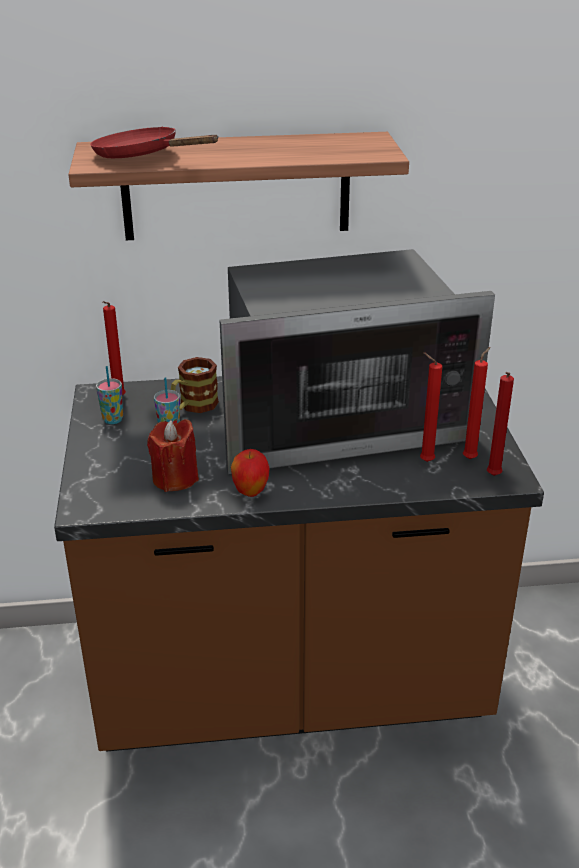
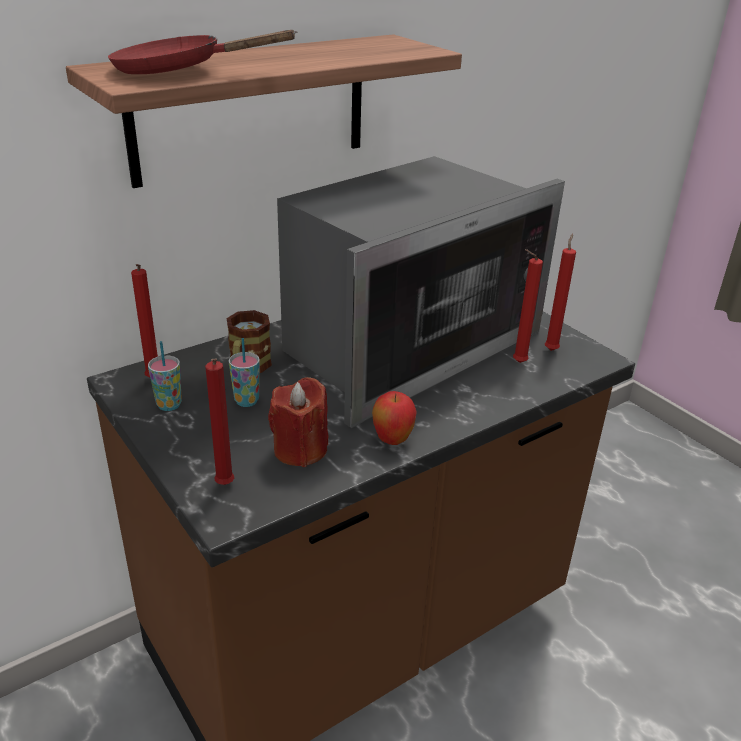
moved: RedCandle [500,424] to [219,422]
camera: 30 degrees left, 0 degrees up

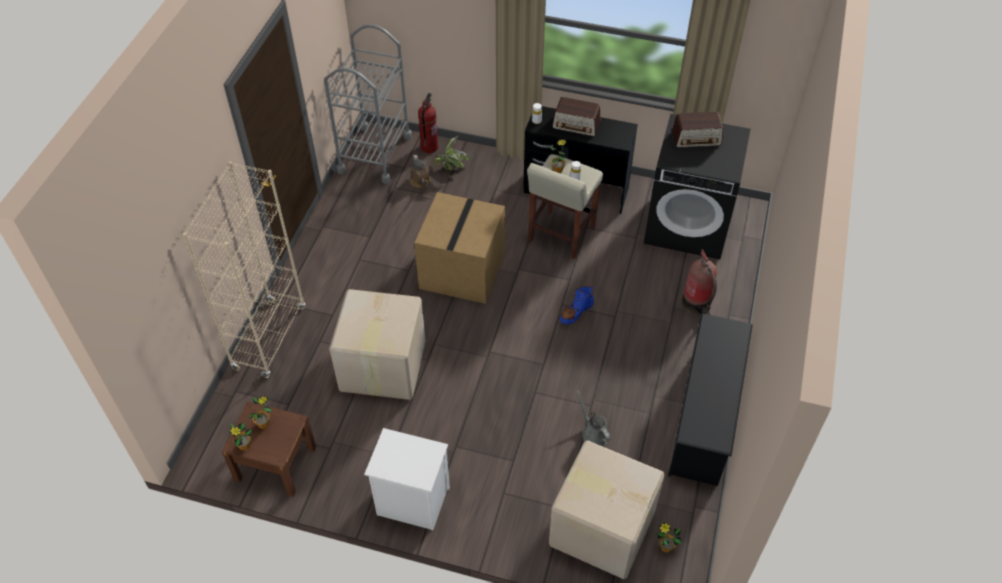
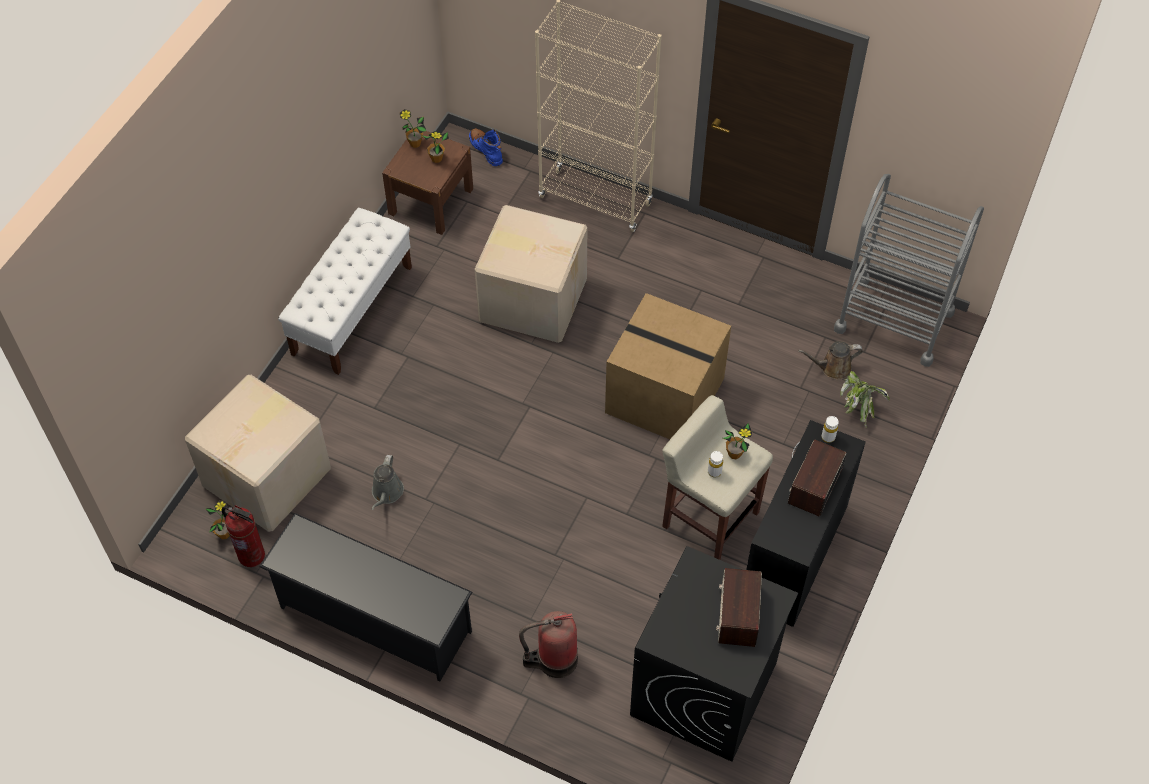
moved: FireExtinguisher [428,123] to [243,536]; BlueBoot [577,304] to [486,147]
replaced: WhiteNightstand [407,479] to WhiteBench [345,291]
turned: GreyWateringCan [593,418] = [387,482] 120 degrees clockwise
camera: 100 degrees right, 5 degrees up

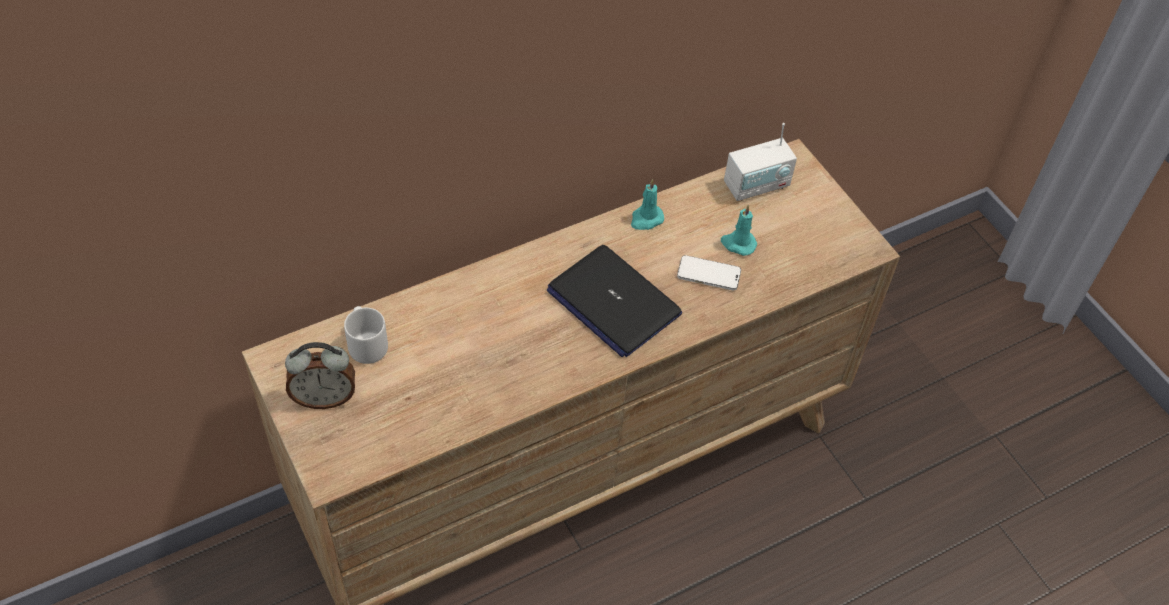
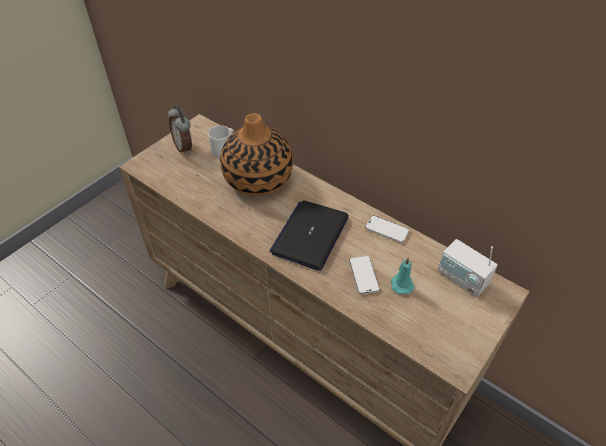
added: Vase [256,154]
replaced: TurquoiseCandle [647,204] to Phone [387,229]
camera: 70 degrees right, 5 degrees down

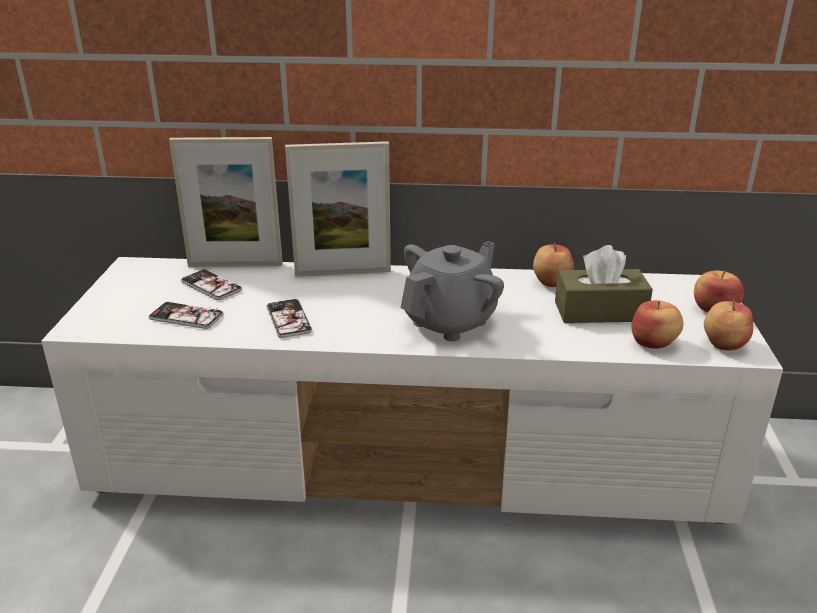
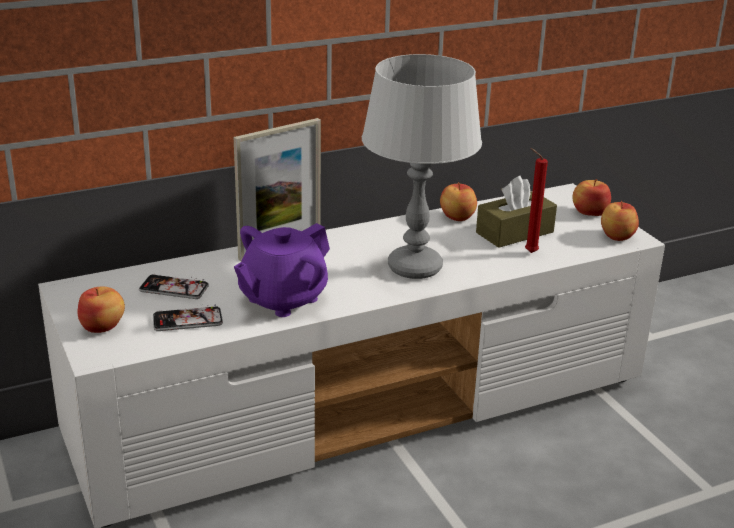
removed: PictureFrame [226,202]
added: RedCandle [536,200]
moved: Apple [658,324] to [101,310]
replaced: Phone [289,318] to PurpleTeapot [282,270]; GreyTeapot [452,291] to GreyTableLamp [422,166]
camera: 30 degrees left, 0 degrees up

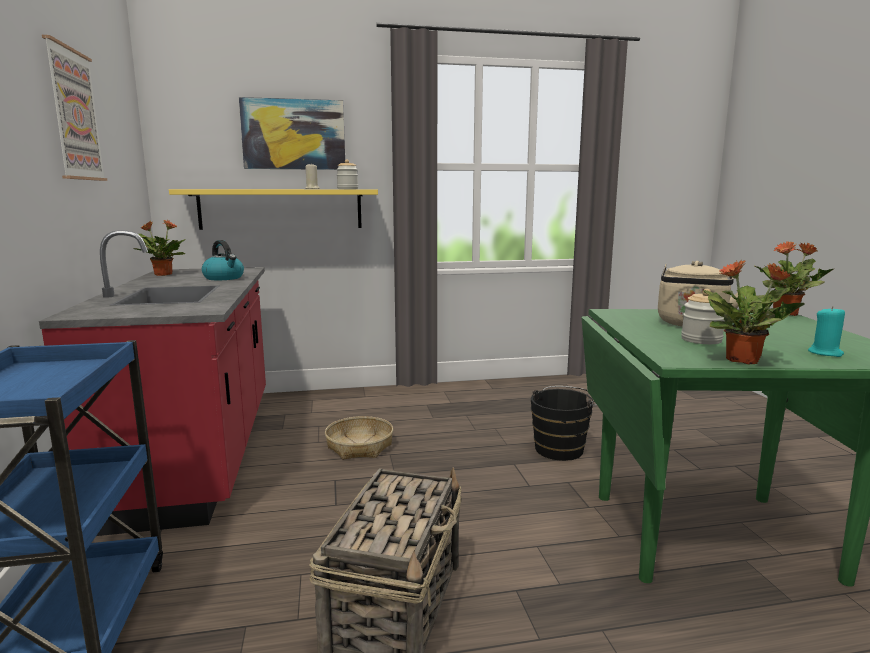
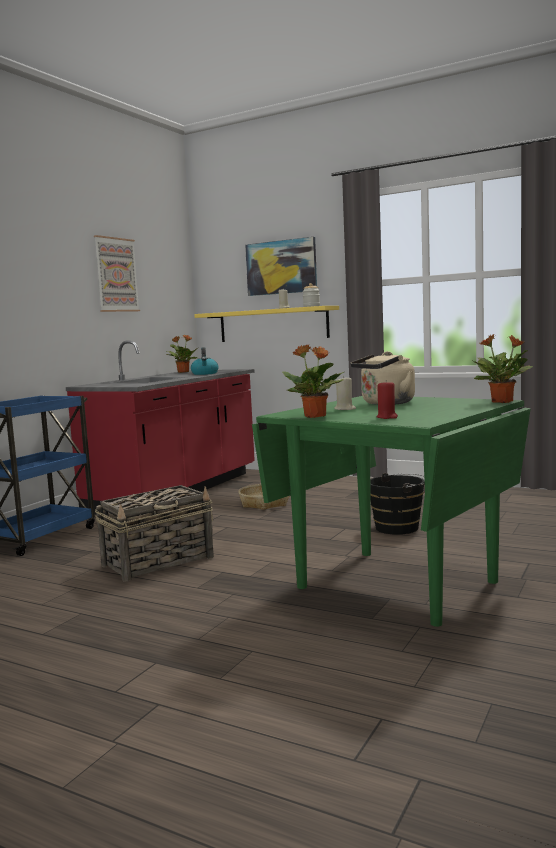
replaced: Jar [702,316] to BeigeCandle [345,393]
recoloured: TurquoiseCandle [826,331] to RedCandle [387,399]
camera: 40 degrees right, 5 degrees down

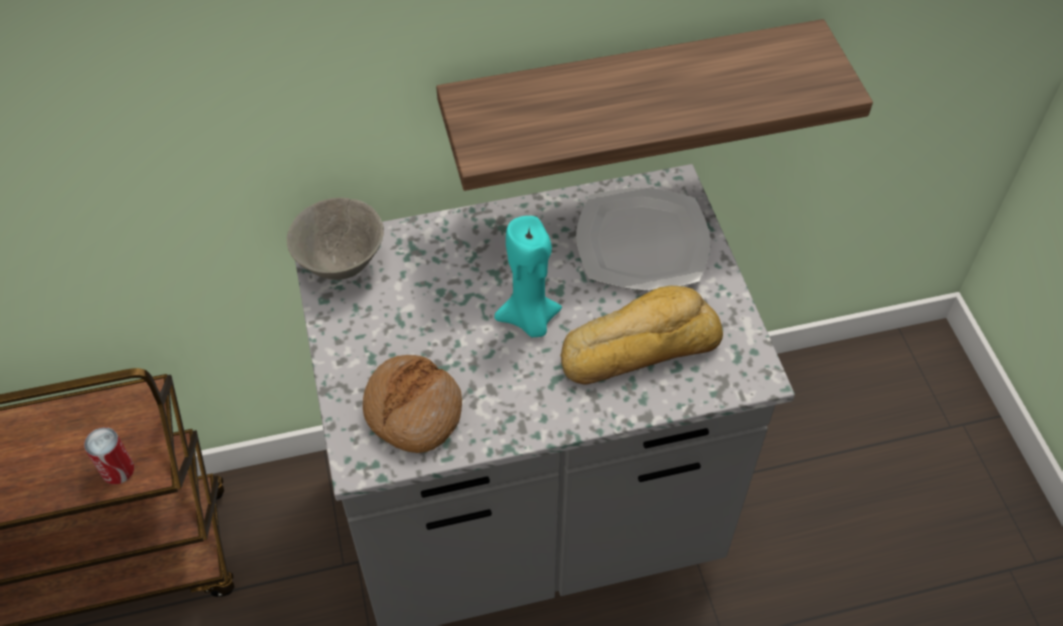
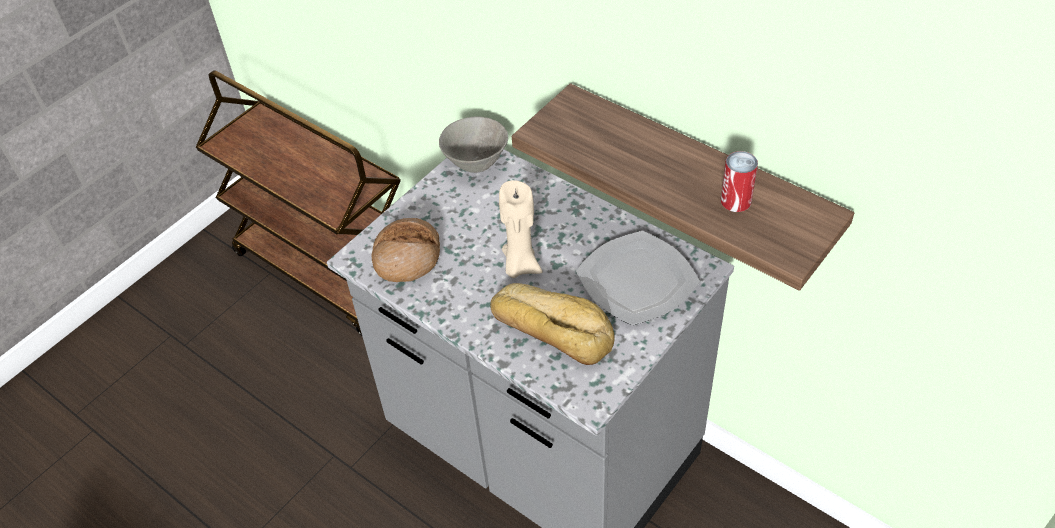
moved: Can [109,456] to [739,181]
recoloured: TurquoiseCandle [528,276] to BeigeCandle [520,229]
camera: 55 degrees right, 5 degrees down

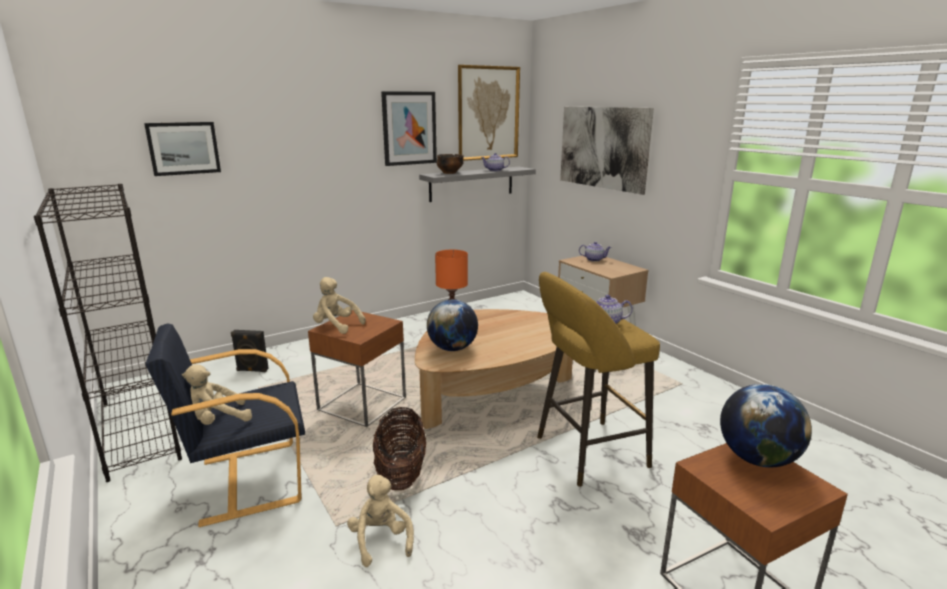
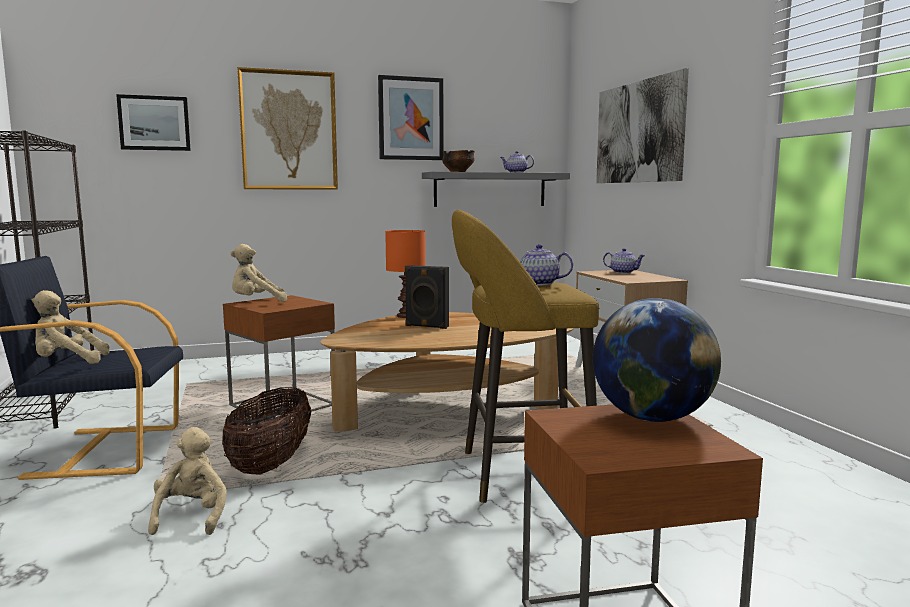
removed: Globe [452,325]
moved: BlackSpeaker [250,351] to [427,297]; Picture [489,113] to [287,128]
turned: BeigePlushToy [339,305] = [258,273] 60 degrees counterclockwise
camera: 15 degrees right, 10 degrees down

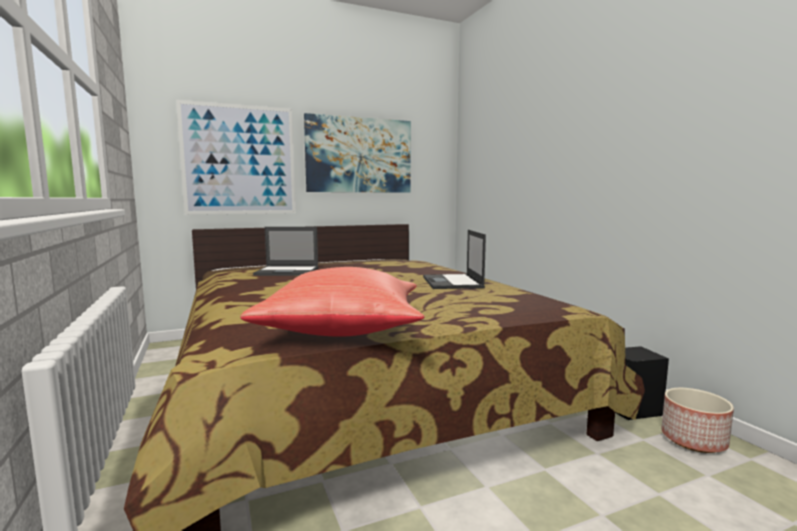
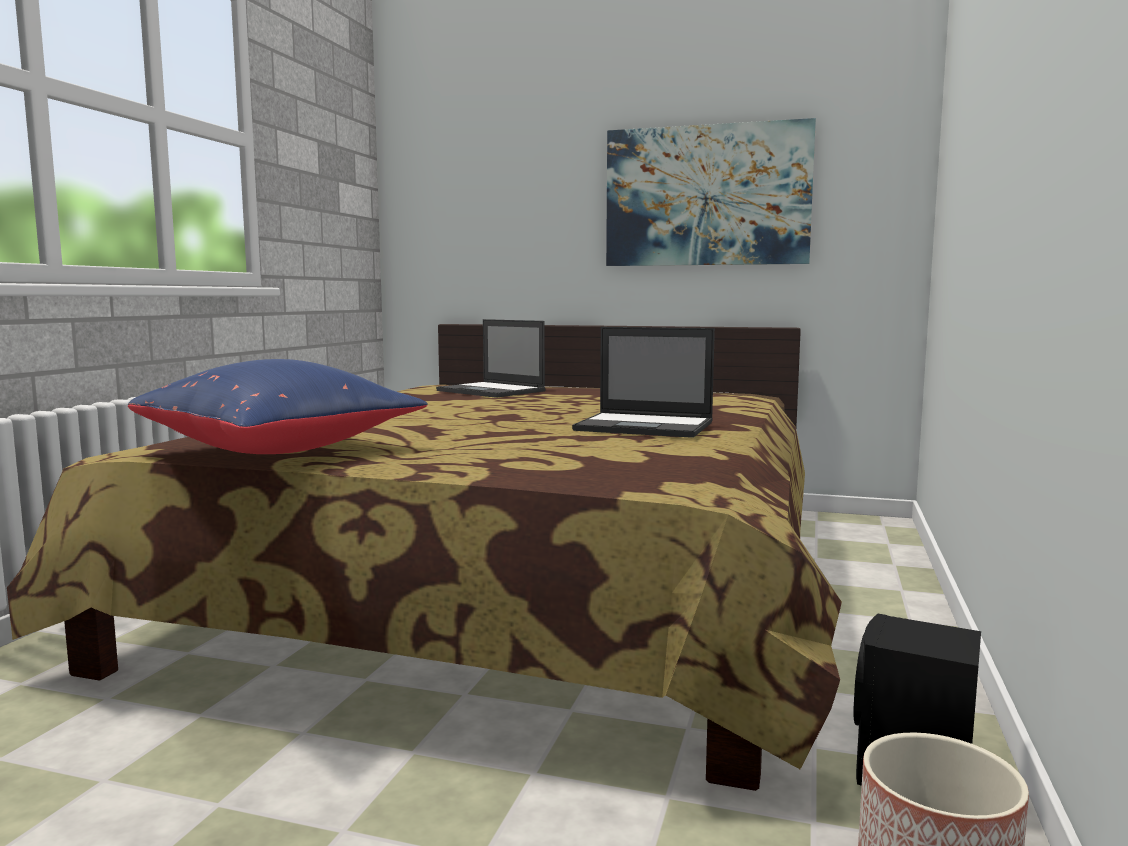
removed: Picture [236,157]
recoloured: RedPillow [332,302] to BluePillow [278,406]
turned: Laptop [454,259] = [643,382] 105 degrees counterclockwise
camera: 40 degrees right, 0 degrees up

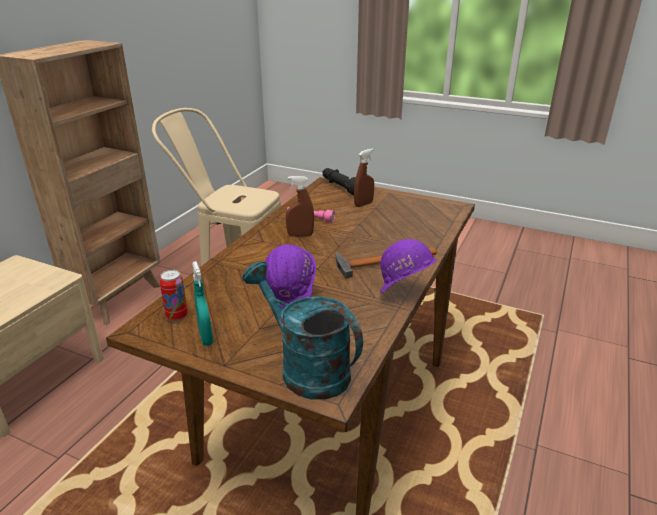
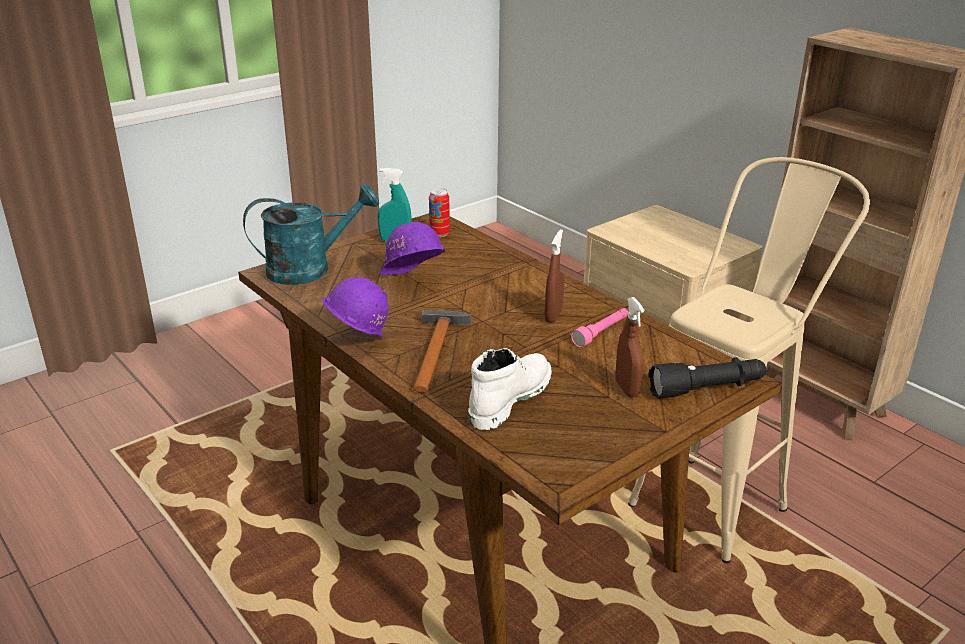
added: WhiteBoot [510,389]
camera: 115 degrees right, 0 degrees up

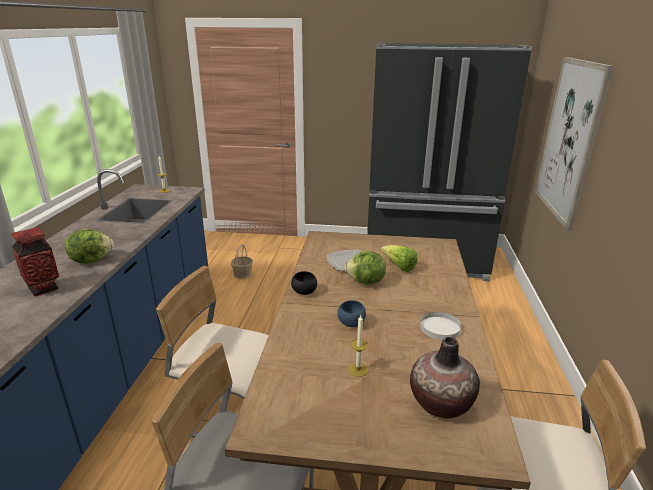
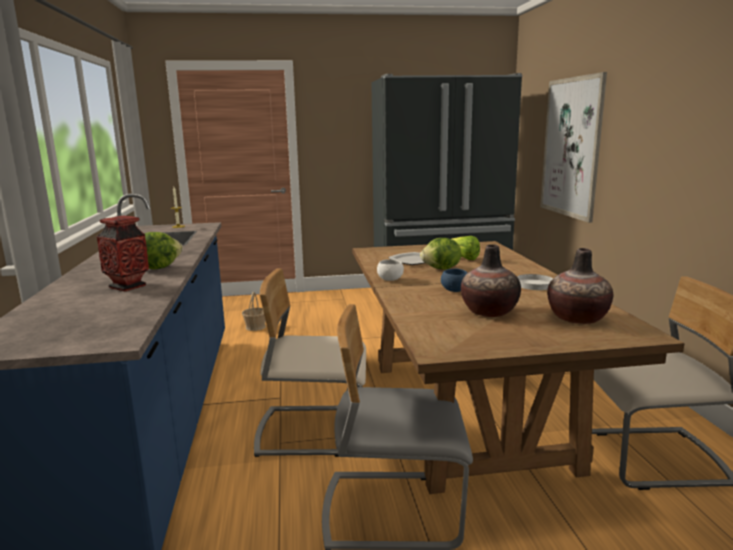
replaced: Candle [358,346] to Vase [491,280]
recoloured: BlackBowl [304,283] to WhiteBowl [390,270]
camera: 15 degrees left, 10 degrees down

